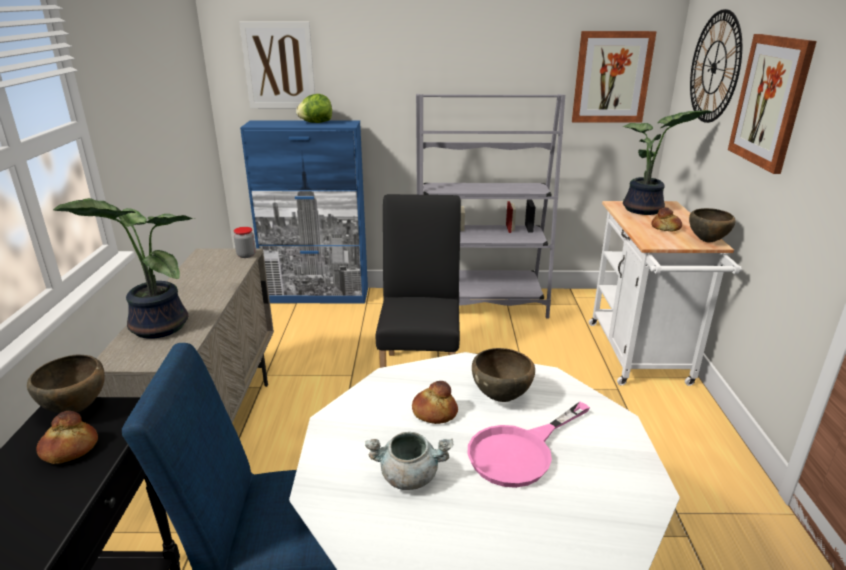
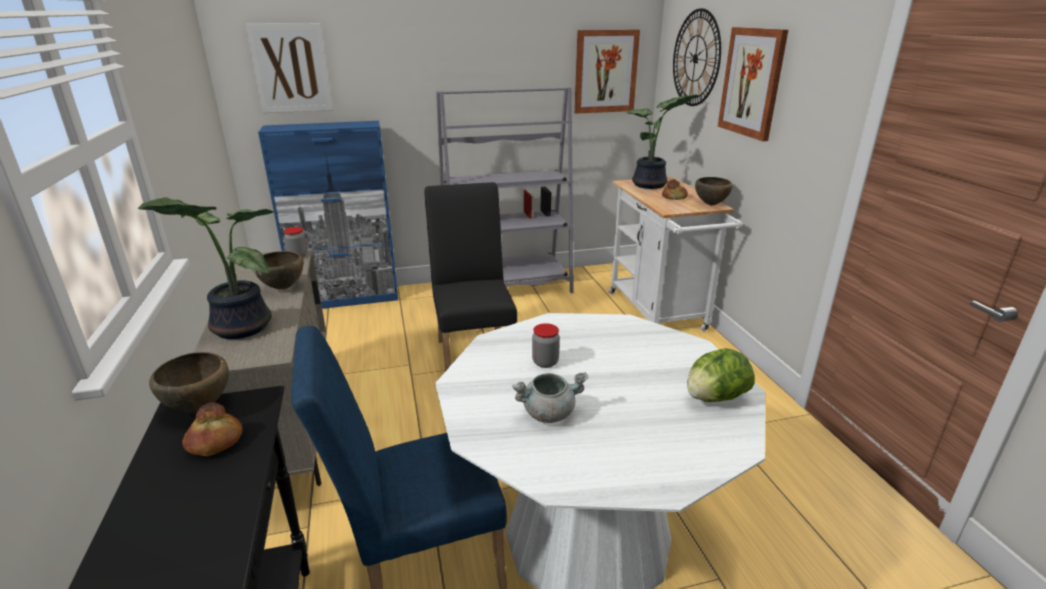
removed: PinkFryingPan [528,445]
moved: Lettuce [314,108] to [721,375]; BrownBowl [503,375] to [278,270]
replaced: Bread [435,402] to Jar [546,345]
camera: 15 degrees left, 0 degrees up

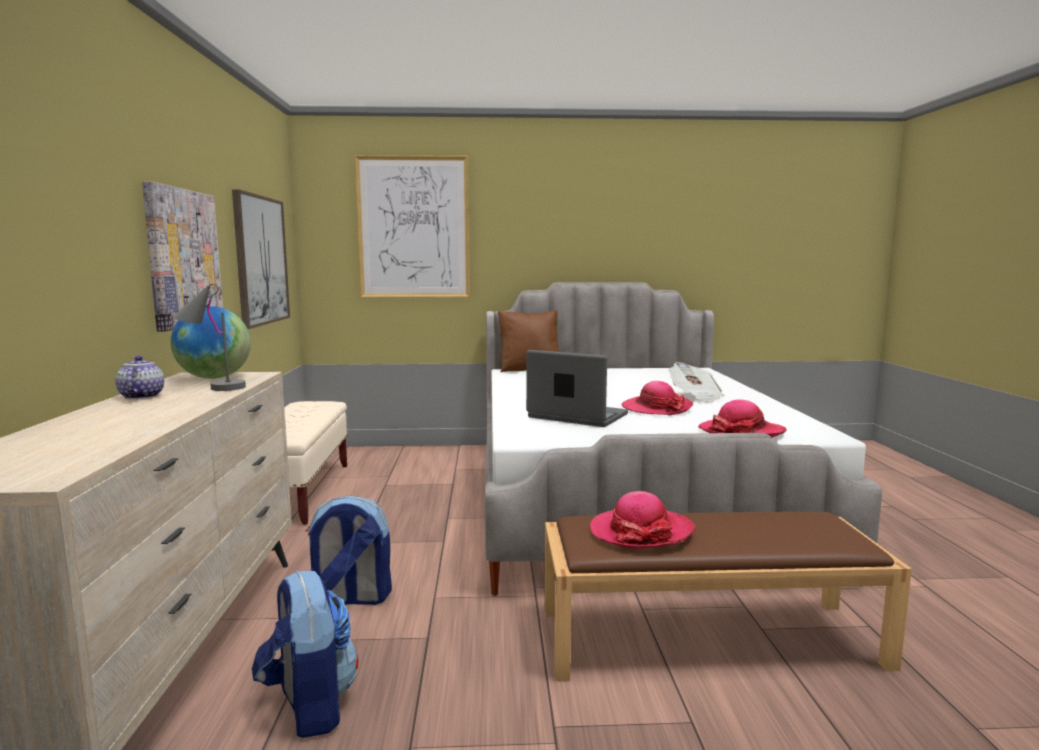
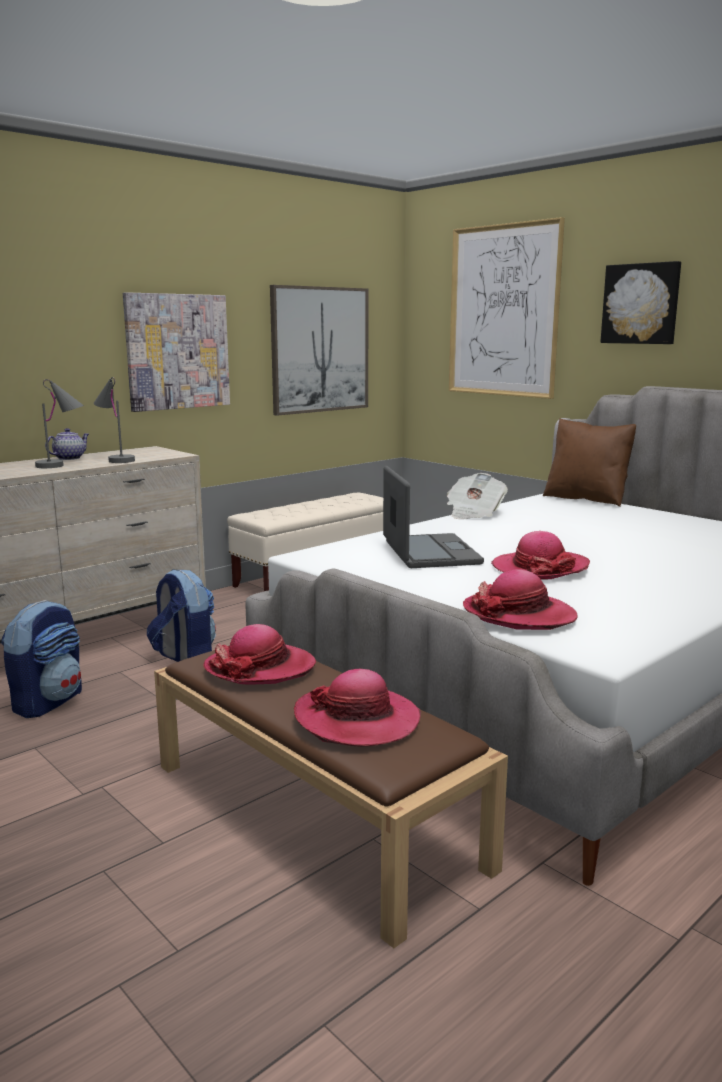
removed: Globe [211,342]
added: GreyTableLamp [59,423]; Hat [357,708]; Picture [640,302]
moved: Newspaper [696,382] to [477,496]
camera: 50 degrees right, 5 degrees up

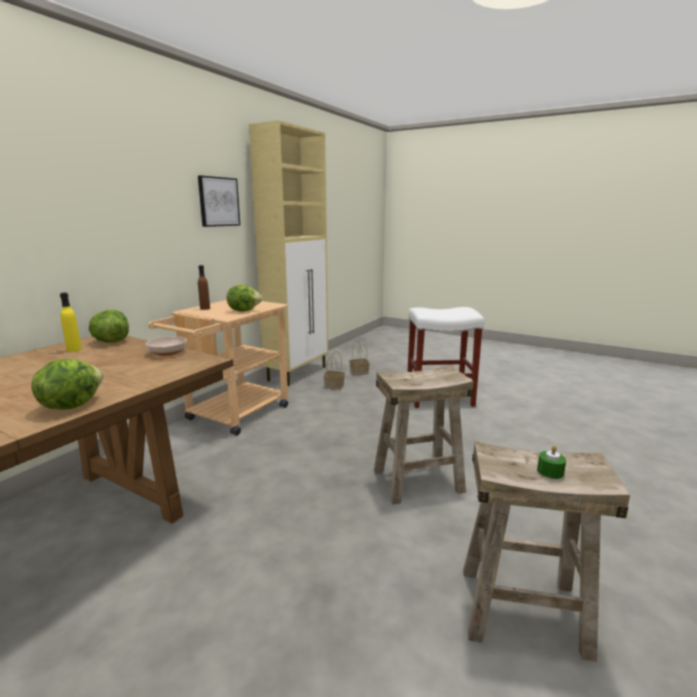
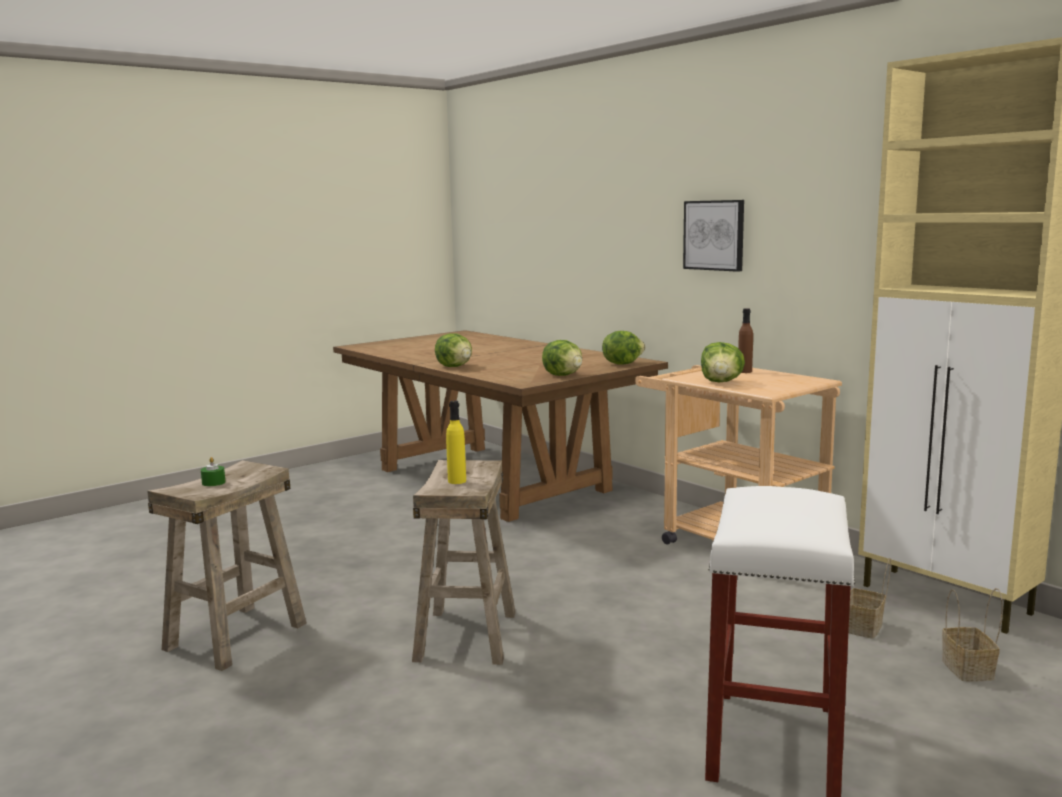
moved: YellowBottle [71,322] to [456,442]; Picture [219,201] to [713,236]
replaced: Bowl [166,346] to Lettuce [562,358]
camera: 110 degrees right, 5 degrees down

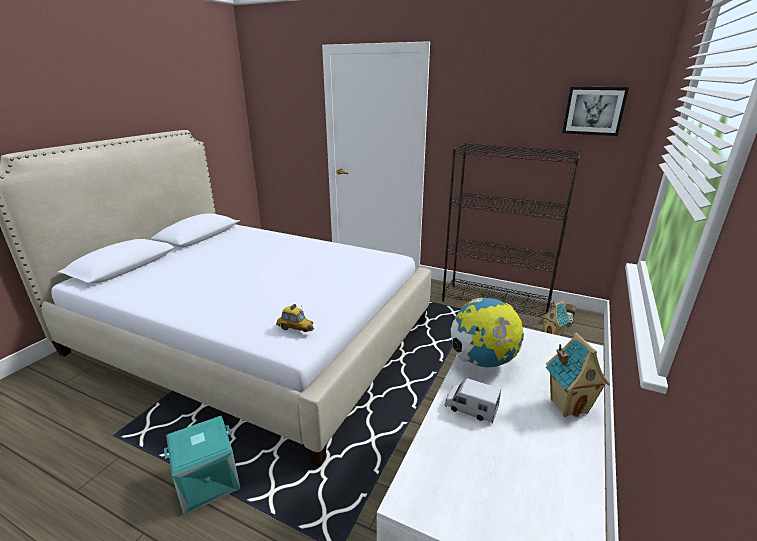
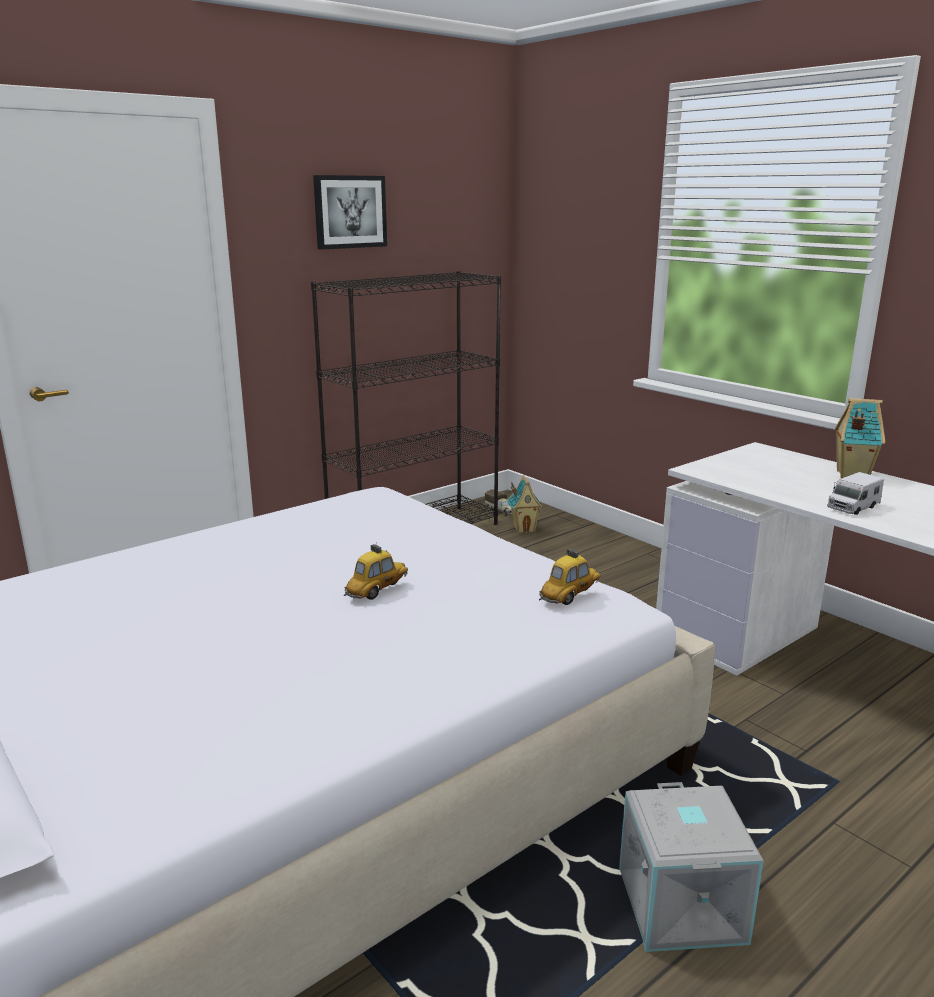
removed: Globe [487,332]
added: ToyCar [376,571]
moved: Picture [595,111] to [350,212]
recoloured: TurquoiseStorageBox [202,465] to GreyStorageBox [691,867]
camera: 65 degrees left, 5 degrees down

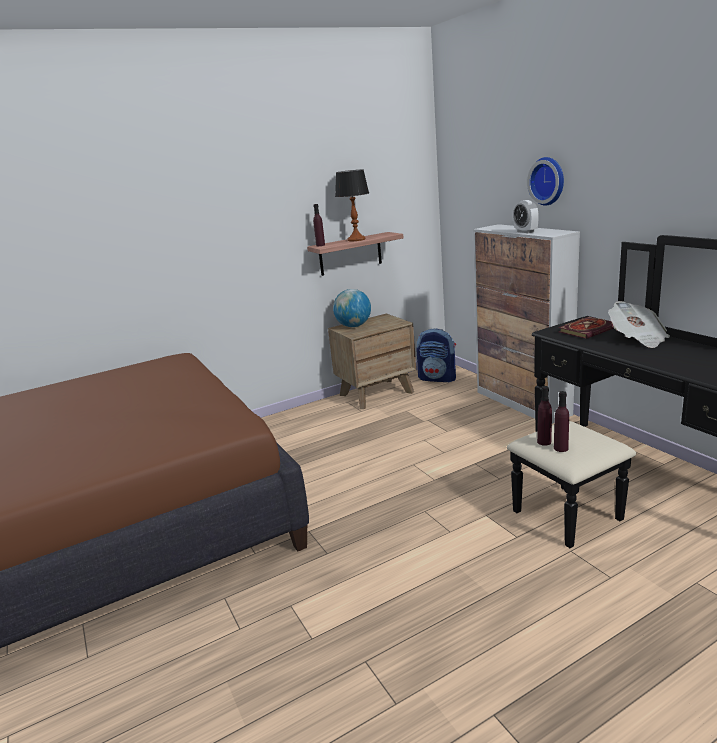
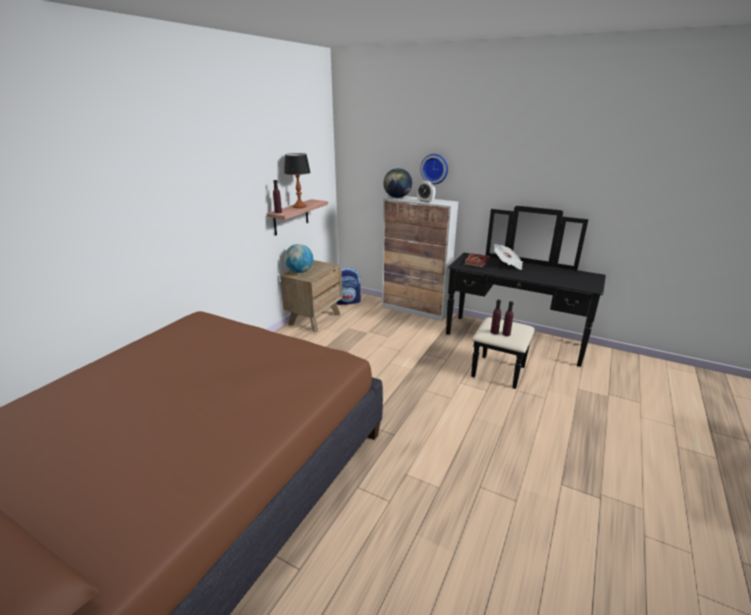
added: Globe [397,183]
camera: 35 degrees left, 5 degrees up

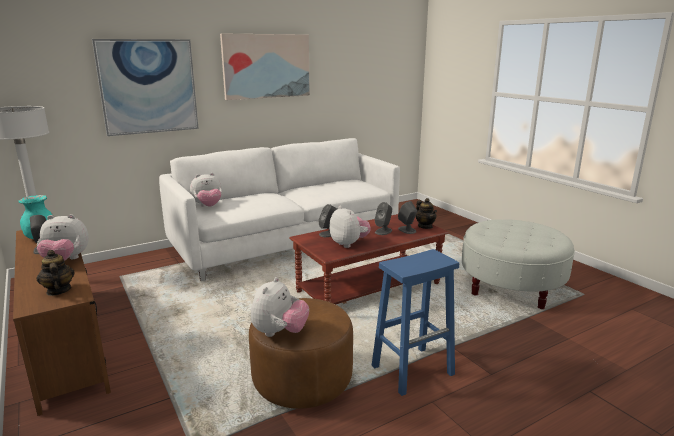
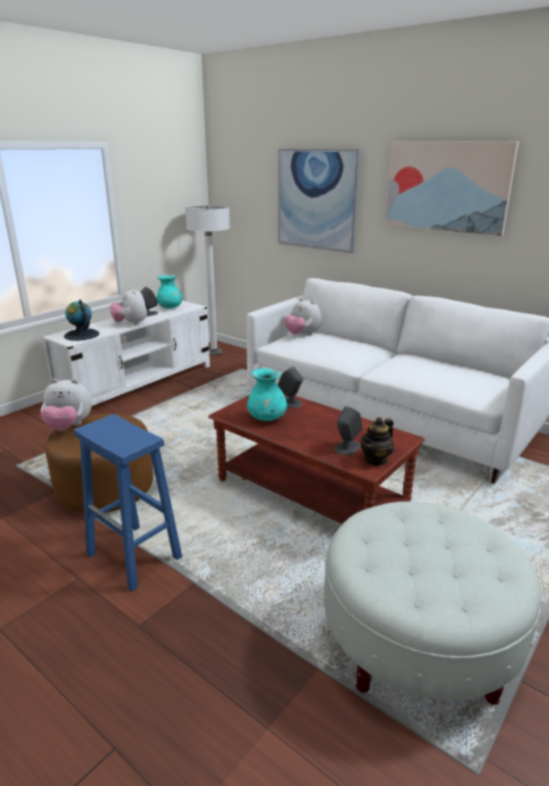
removed: GreySpeaker [383,218]
replaced: Teapot [55,273] to Globe [81,320]; PlushToy [350,227] to TurquoiseVase [267,394]
recoloured: BrownTvStand [62,323] to WhiteTvStand [126,353]
camera: 70 degrees right, 5 degrees up

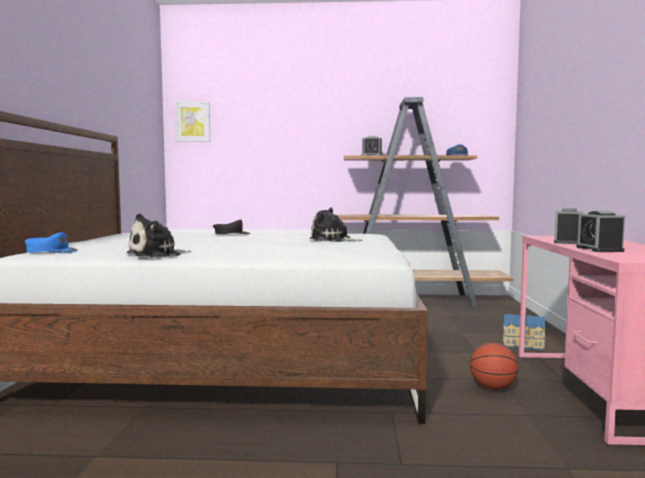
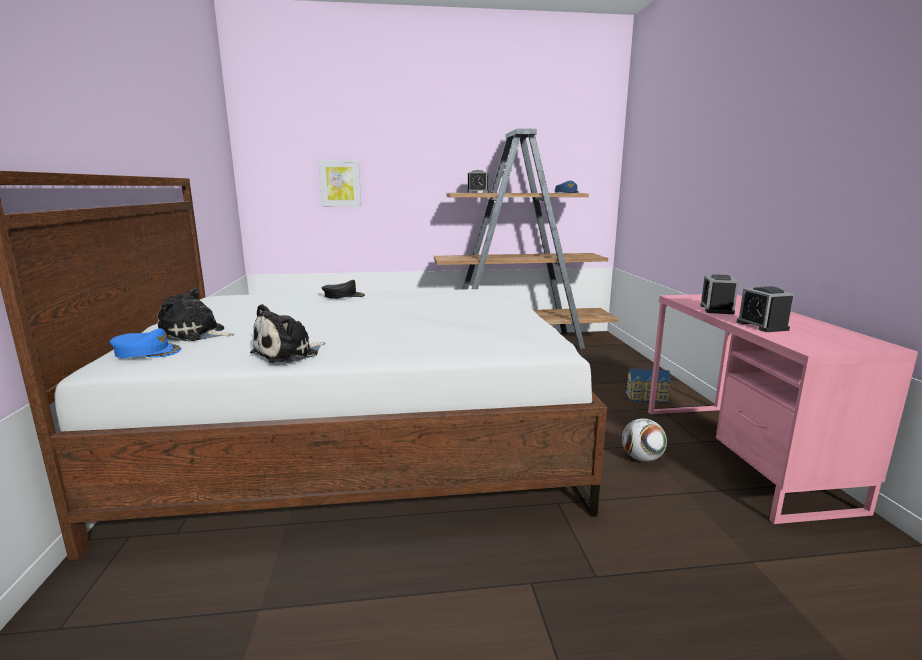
moved: Picture [192,121] to [339,183]; PlushToy [336,224] to [195,314]
replaced: Basketball [494,366] to Football [644,440]
camera: 10 degrees left, 10 degrees up

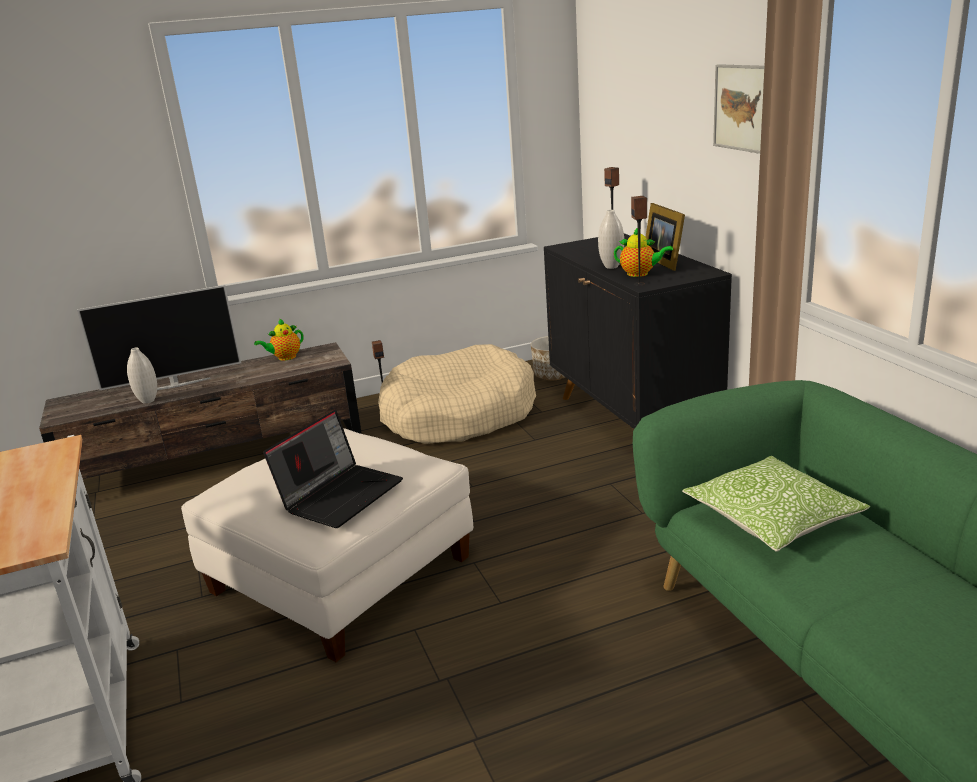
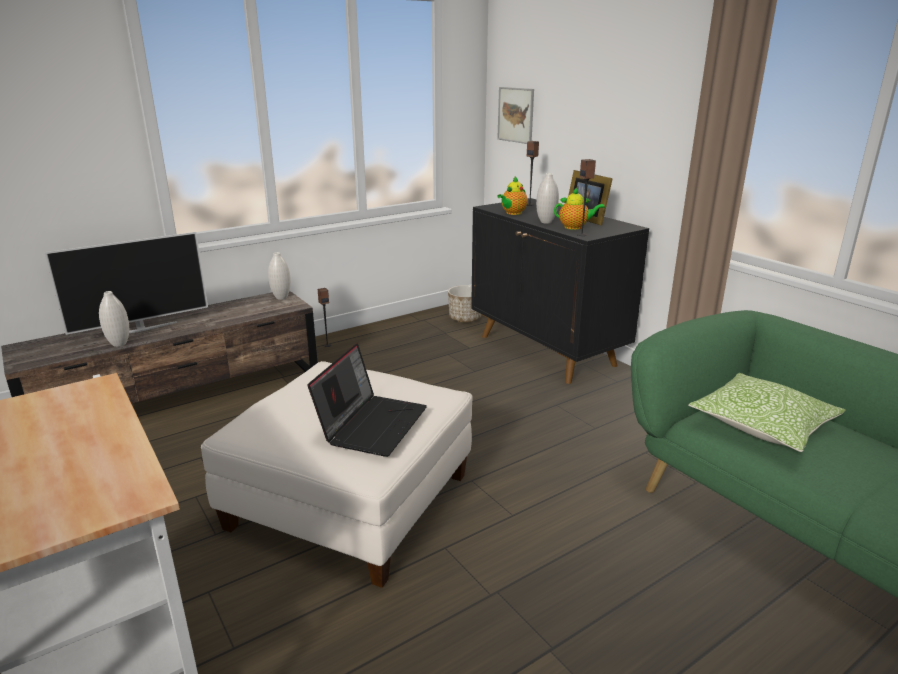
removed: BeigeDogBed [457,394]
added: WhiteVase [279,276]
moved: Teapot [279,339] to [512,195]; Picture [738,109] to [515,115]
camera: 15 degrees left, 0 degrees up

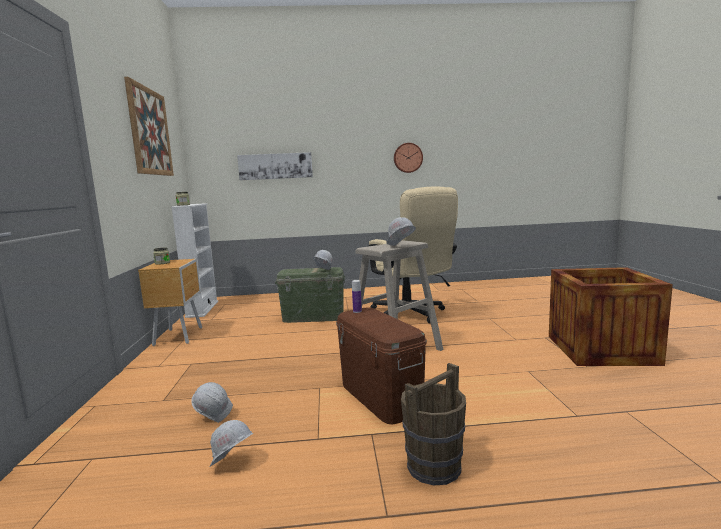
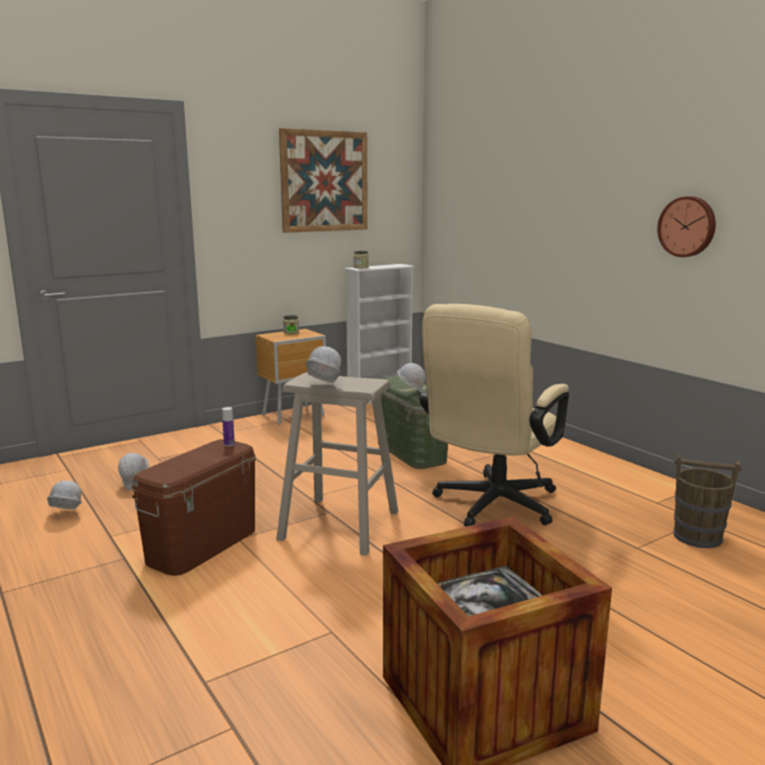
removed: Picture [275,166]
moved: BrownBucket [433,424] to [707,501]
camera: 60 degrees right, 5 degrees up

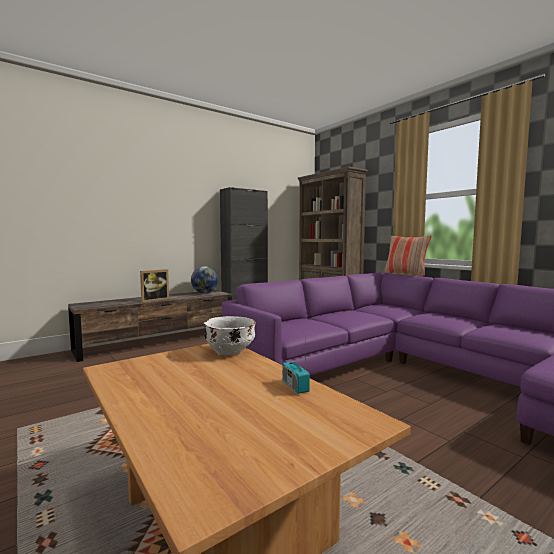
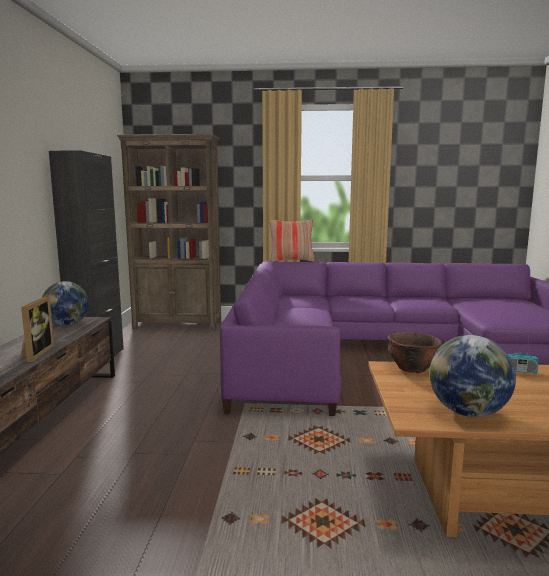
added: Globe [472,376]
recoloured: WhiteBowl [230,335] to BrownBowl [415,352]
camera: 50 degrees left, 5 degrees up

